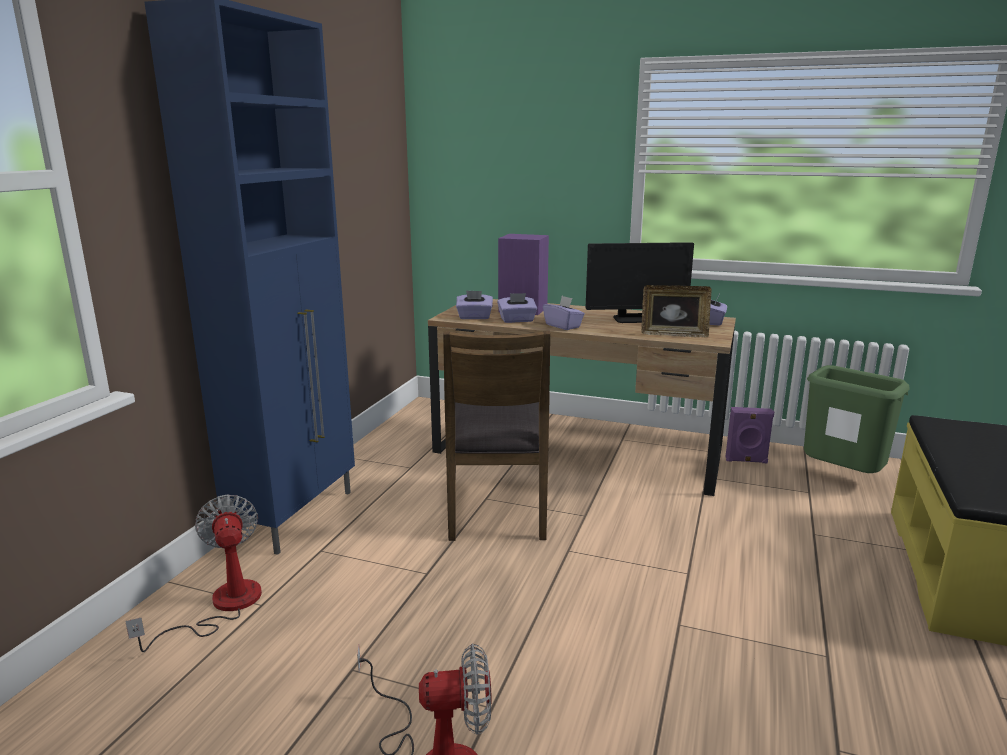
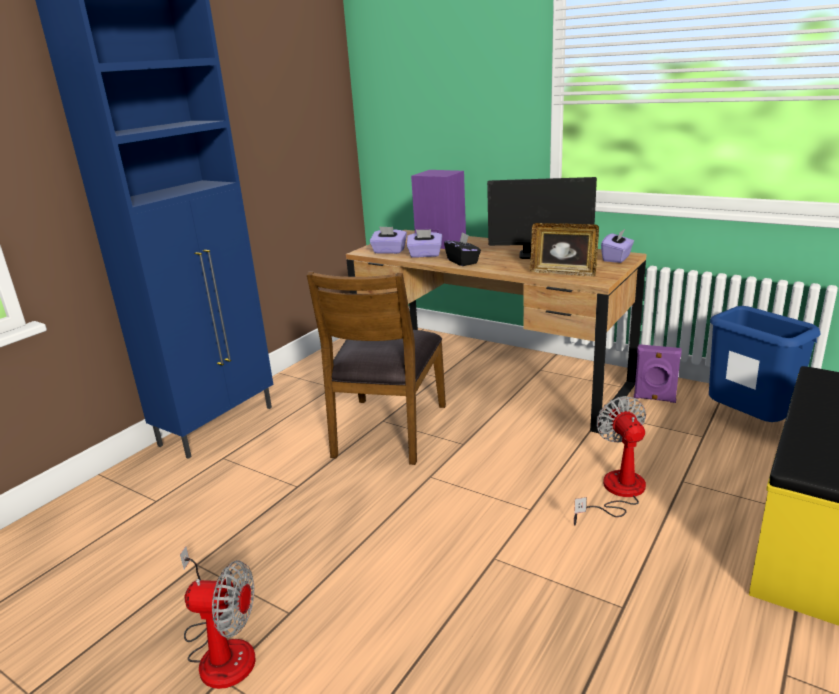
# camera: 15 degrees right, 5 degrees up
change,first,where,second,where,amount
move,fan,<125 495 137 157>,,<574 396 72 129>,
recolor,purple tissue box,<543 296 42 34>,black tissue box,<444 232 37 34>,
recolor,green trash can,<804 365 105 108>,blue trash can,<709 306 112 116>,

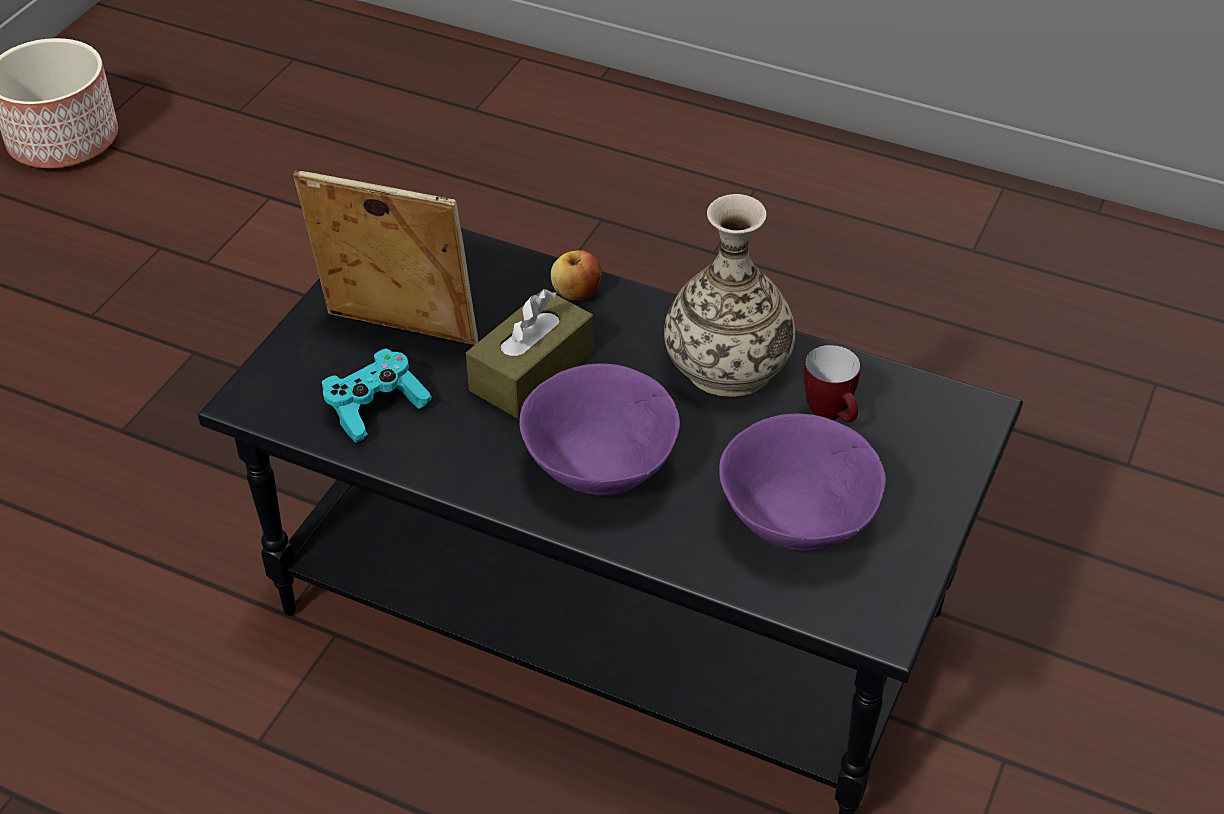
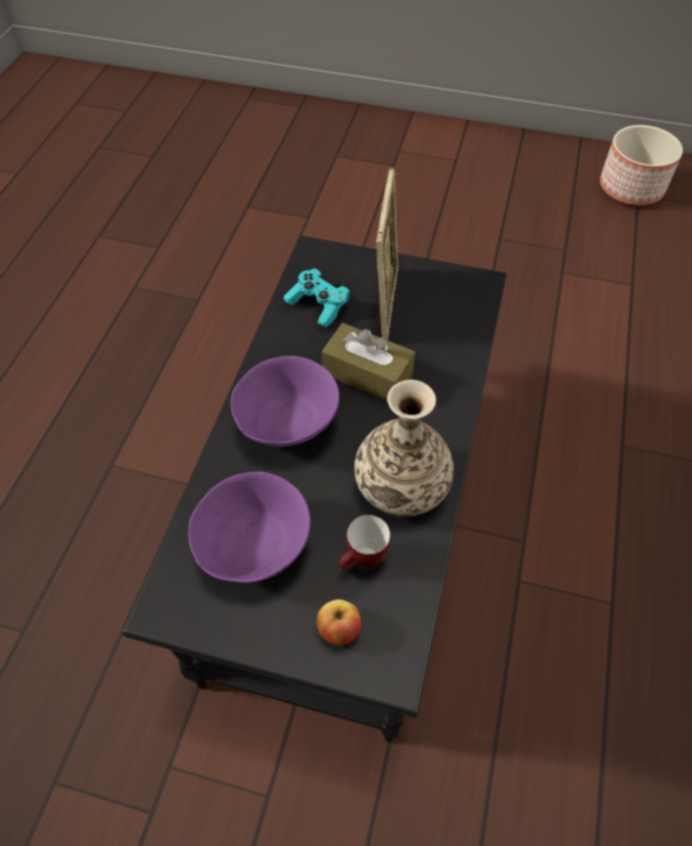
# camera: 80 degrees right, 10 degrees up
change,first,where,second,where,amount
move,apple,<551 250 50 51>,,<317 599 44 47>,

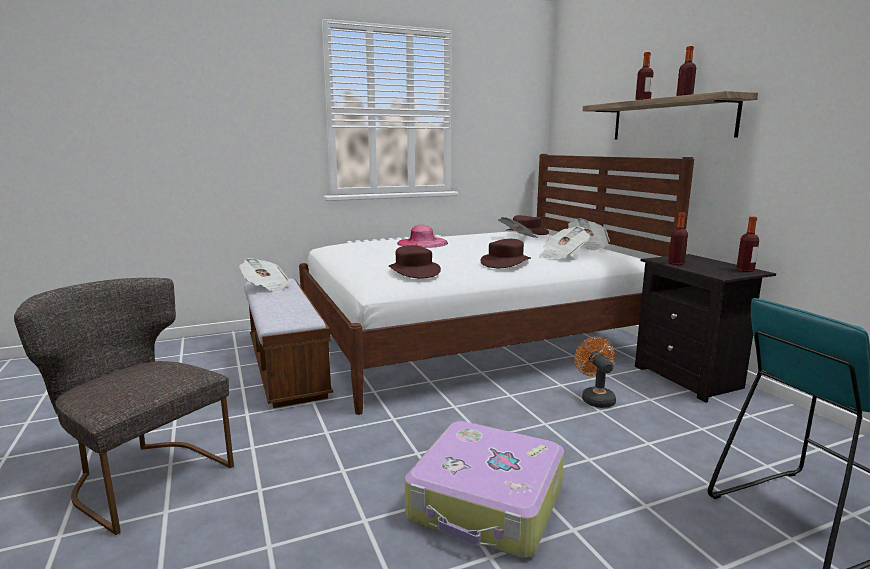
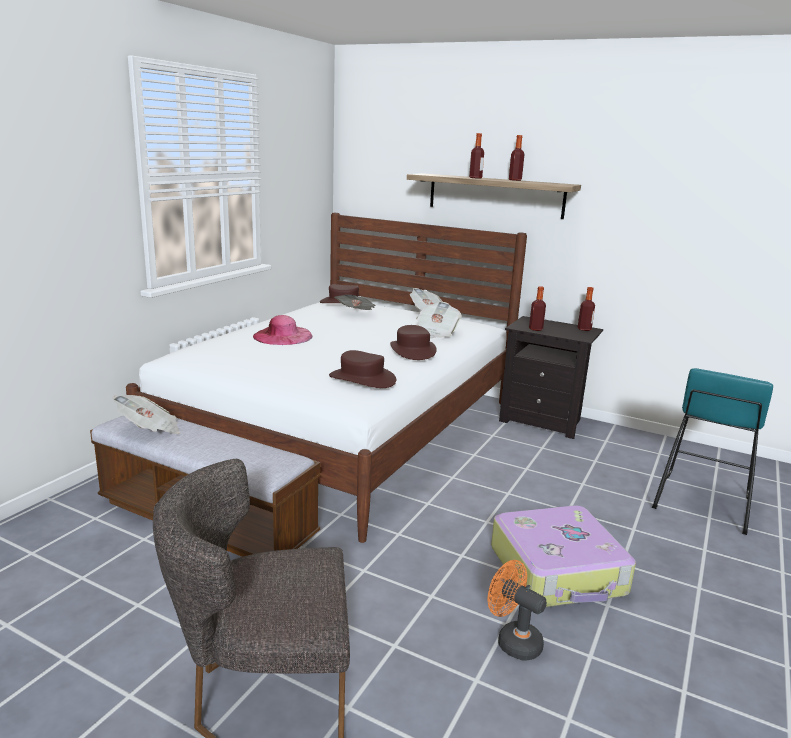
# camera: 40 degrees left, 5 degrees up
change,first,where,second,where,amount
move,orange fan,<574 337 42 71>,,<488 560 59 101>,

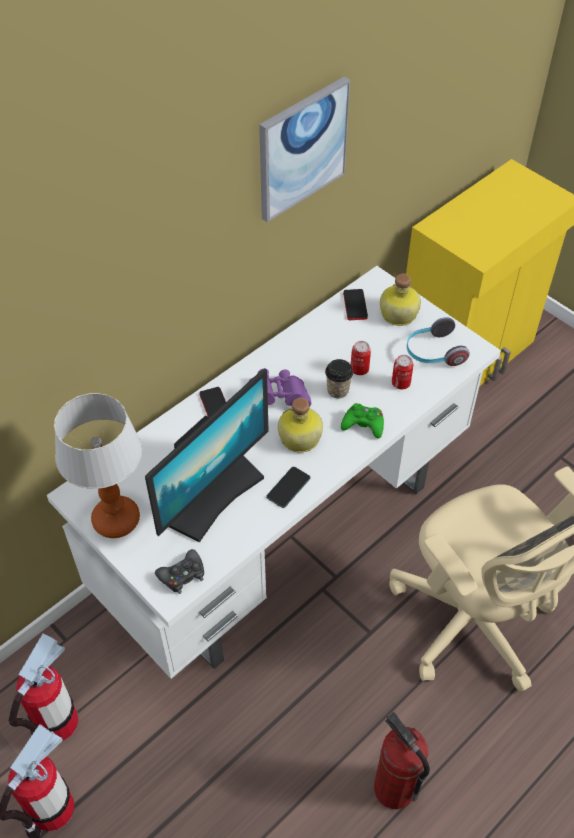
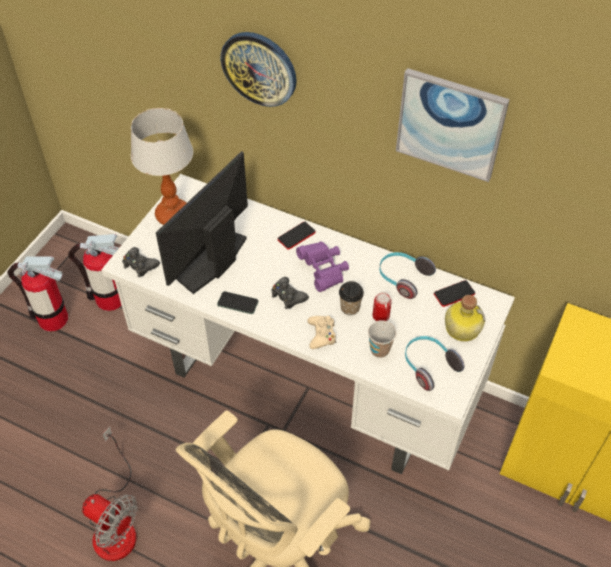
# camera: 70 degrees right, 0 degrees up
change,first,where,second,where,amount
rotate,monitor,<145 369 124 173>,,<156 151 92 143>,105 degrees clockwise
replace,bottle,<278 398 45 54>,black game controller,<271 277 38 32>,
recolor,green game controller,<341 403 43 35>,beige game controller,<307 316 29 33>,
replace,fire extinguisher,<374 712 56 97>,fan,<82 426 56 135>,
replace,can,<392 355 21 34>,cup,<368 320 29 38>,
insert,,,wall clock,<221 32 76 75>,
insert,,,headphones,<380 252 56 47>,

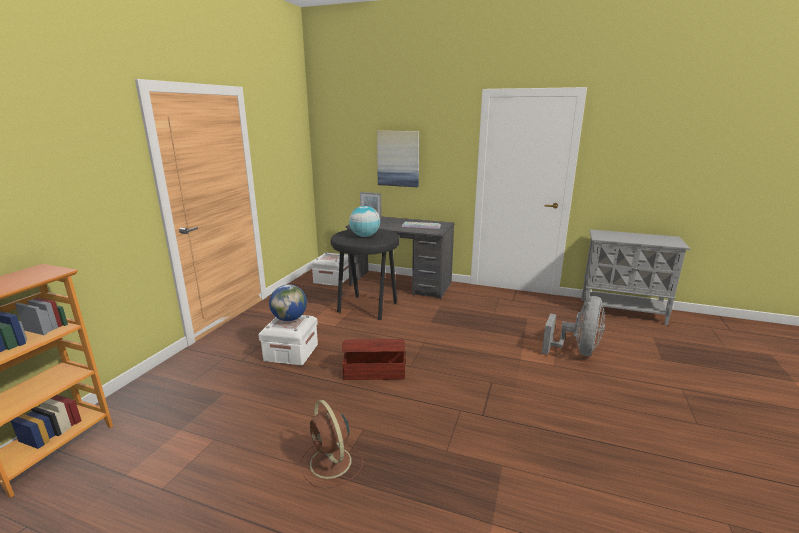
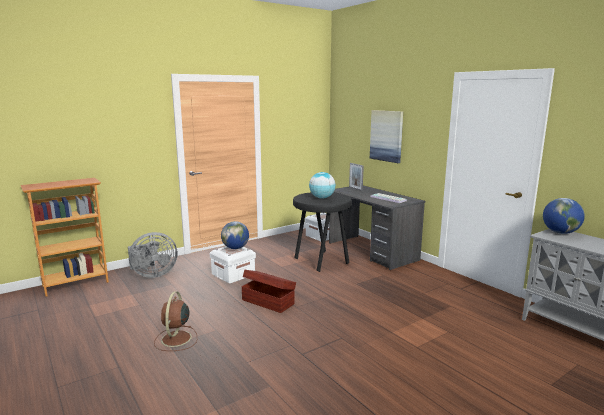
# camera: 35 degrees right, 5 degrees down
change,first,where,second,where,amount
move,grey fan,<542 296 63 60>,,<128 232 50 46>,
insert,,,globe,<543 198 42 36>,

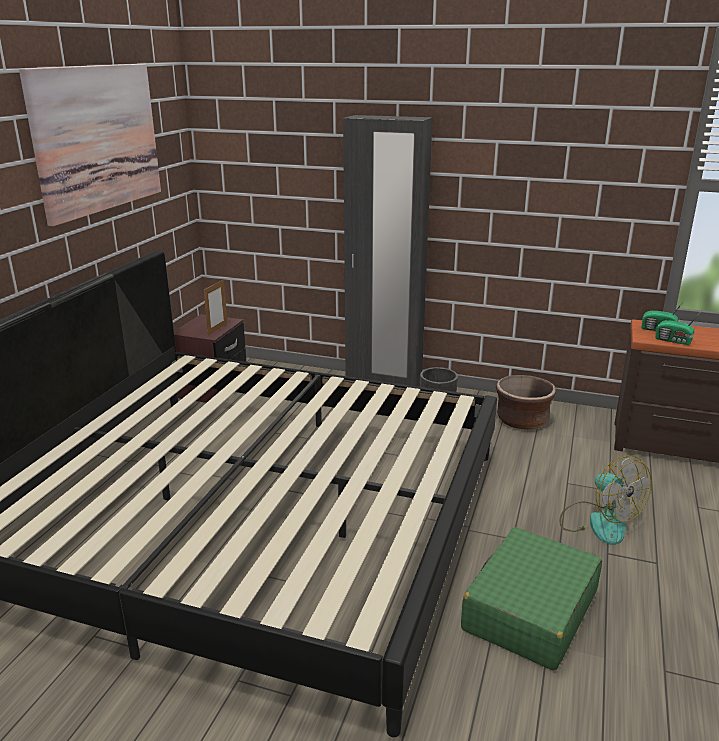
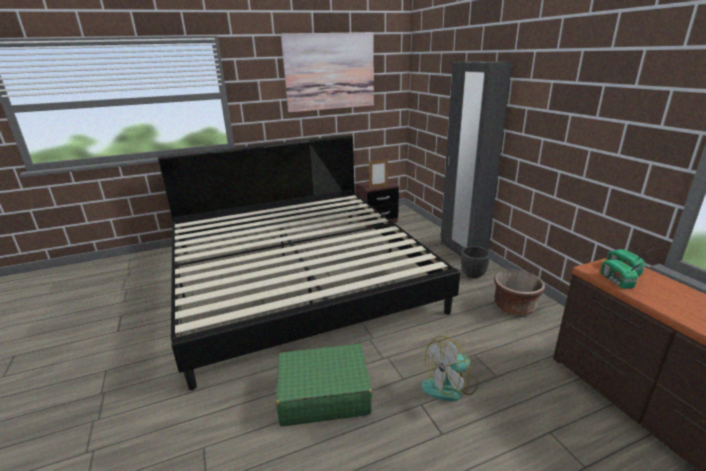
# camera: 50 degrees right, 0 degrees up
change,first,where,second,where,amount
rotate,fan,<559 455 93 90>,,<421 336 57 66>,45 degrees clockwise

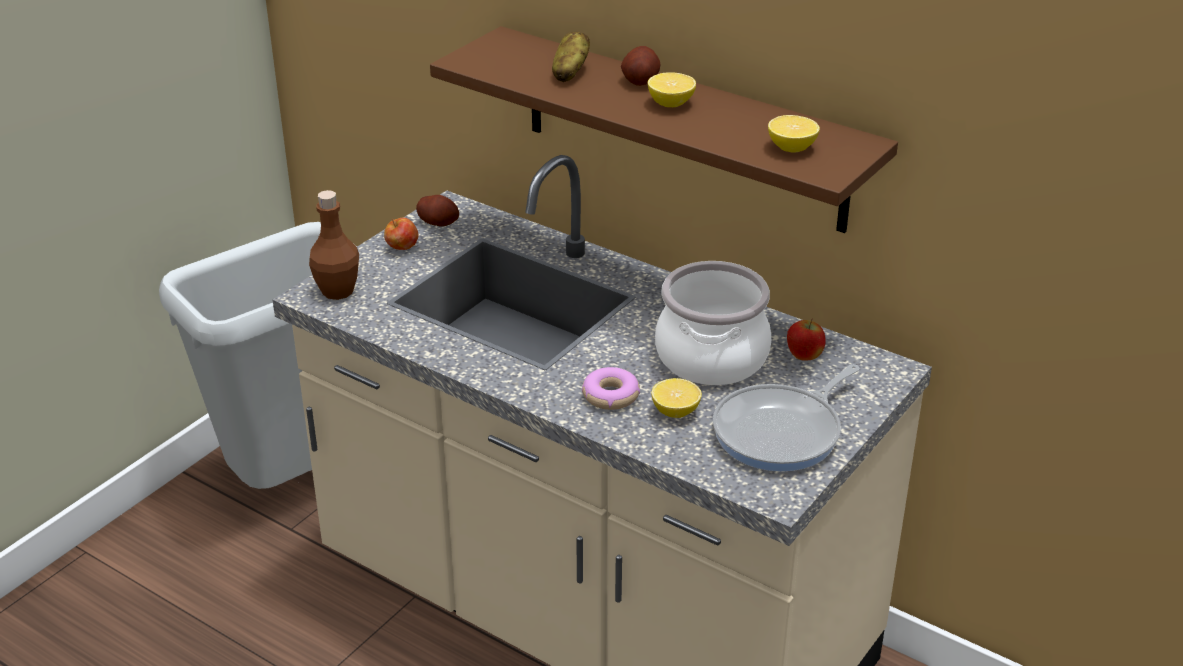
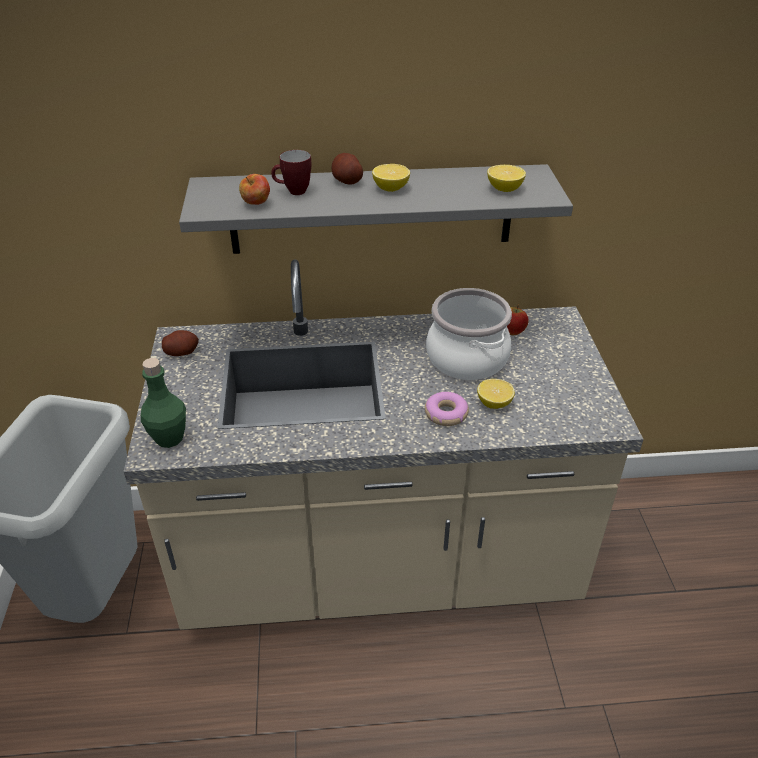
# camera: 40 degrees left, 5 degrees up
change,first,where,second,where,amount
recolor,brown bottle,<309 190 50 110>,green bottle,<141 358 45 90>,
move,apple,<384 218 35 32>,,<239 174 31 31>,
recolor,brown shelf,<430 26 468 207>,grey shelf,<179 164 394 90>,
replace,potato,<552 32 38 50>,mug,<271 150 40 45>,
delete,frying pan,<713 364 146 107>,,,

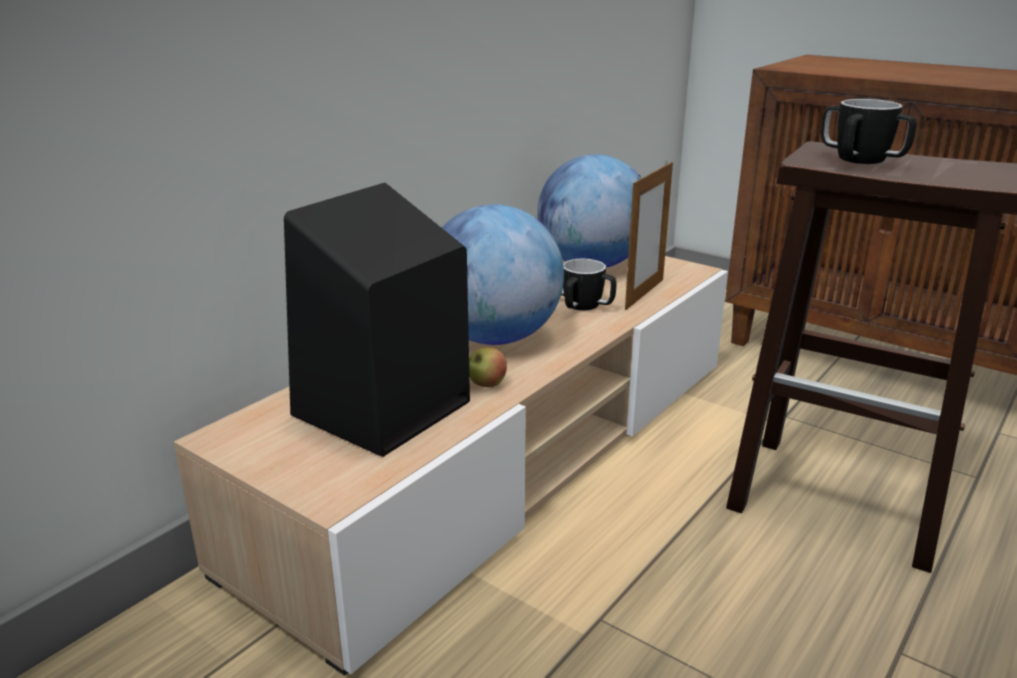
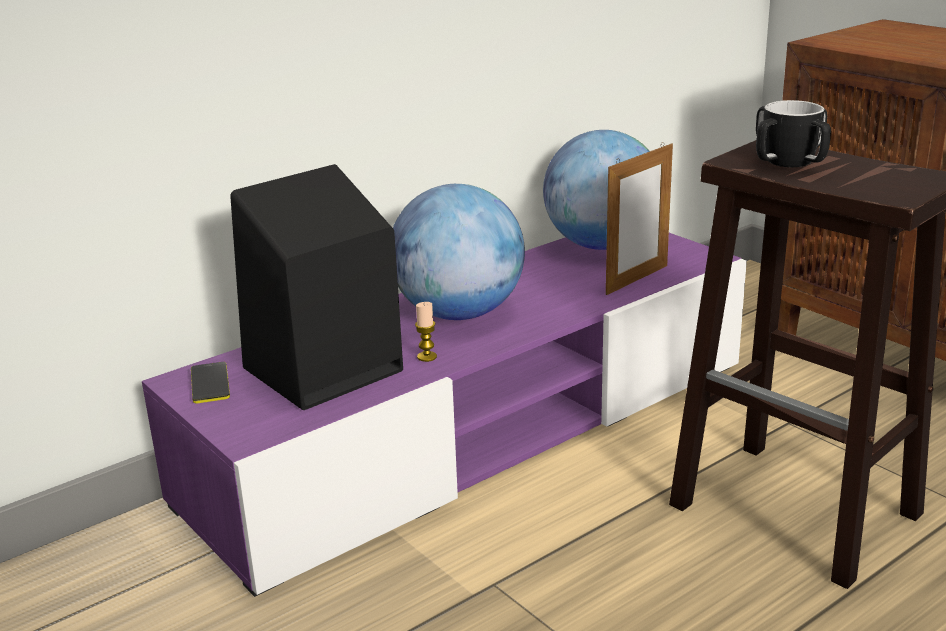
# camera: 15 degrees right, 0 degrees up
change,first,where,second,where,amount
recolor,beige tv stand,<174 256 554 420>,purple tv stand,<142 233 605 364>,
replace,apple,<469 347 38 40>,candle,<415 302 22 60>,
delete,mug,<561 259 56 52>,,,
insert,,,phone,<191 362 39 42>,

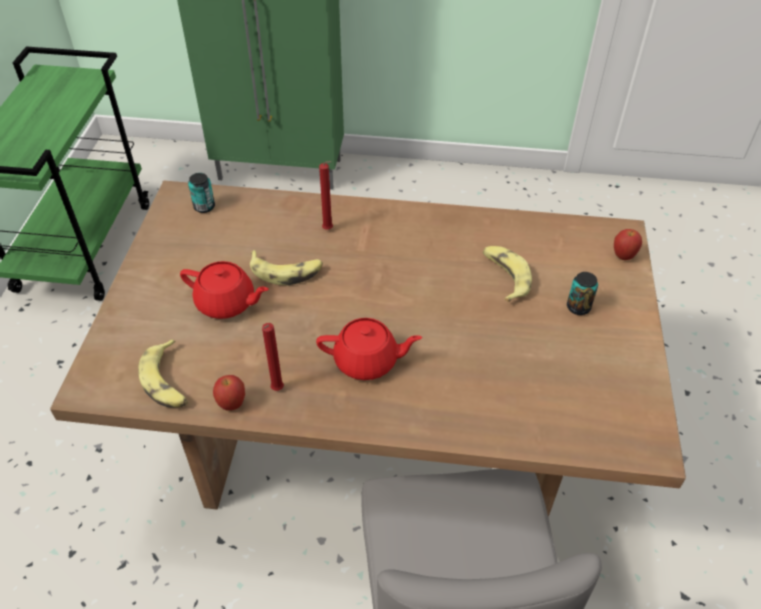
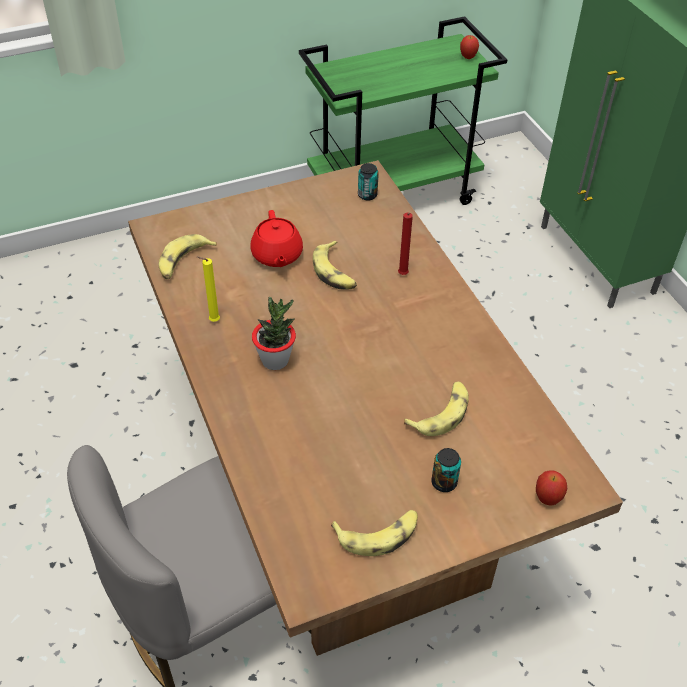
# camera: 60 degrees right, 0 degrees up
change,first,where,second,where,amount
move,apple,<213 375 32 36>,,<460 35 19 24>,
recolor,red candle,<262 323 22 68>,yellow candle,<197 256 23 66>,
replace,red teapot,<316 318 106 62>,potted plant,<252 297 44 73>,
insert,,,banana,<331 510 87 46>,

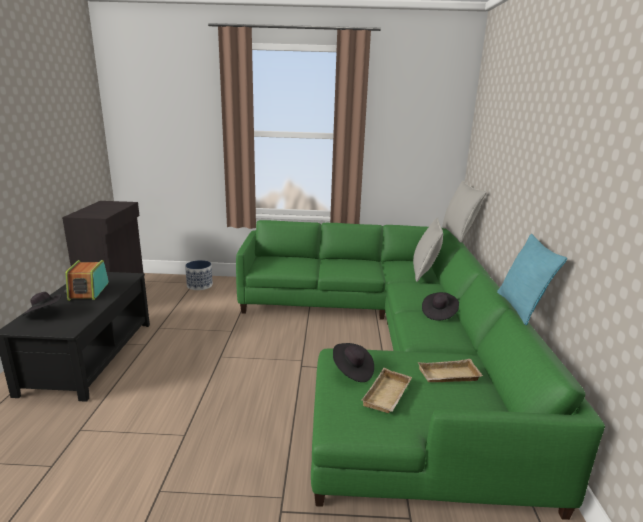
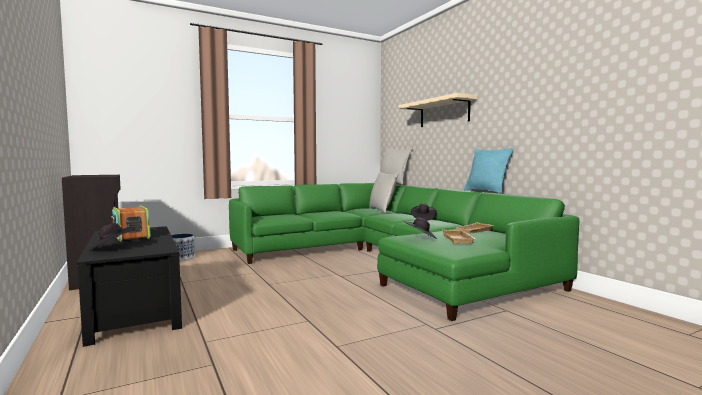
# camera: 30 degrees left, 15 degrees down
change,first,where,second,where,amount
insert,,,beige shelf,<399 93 78 34>,

